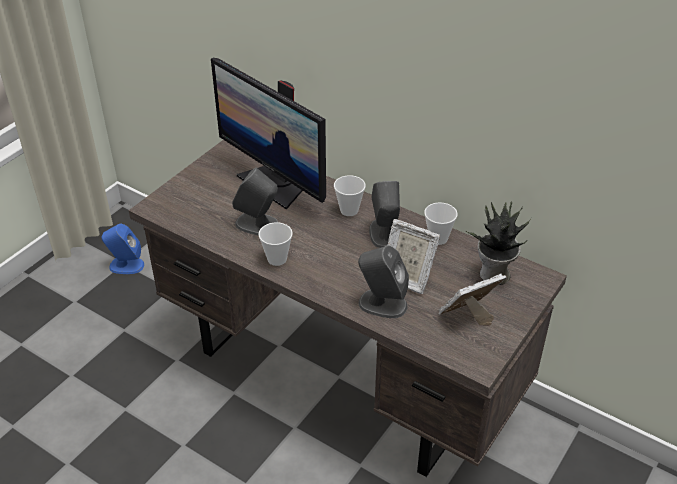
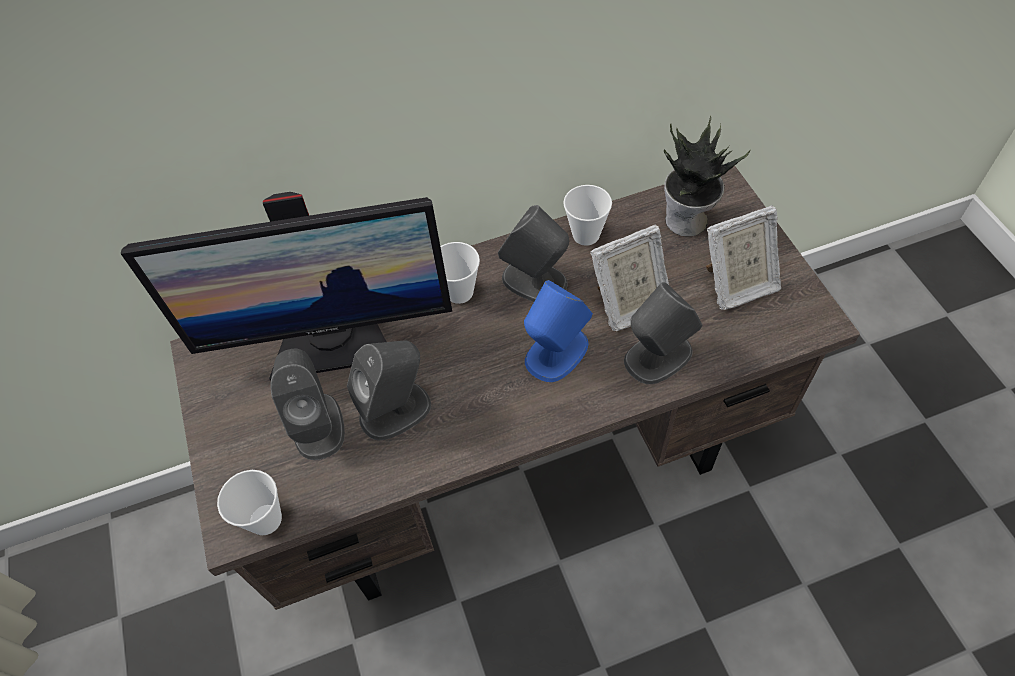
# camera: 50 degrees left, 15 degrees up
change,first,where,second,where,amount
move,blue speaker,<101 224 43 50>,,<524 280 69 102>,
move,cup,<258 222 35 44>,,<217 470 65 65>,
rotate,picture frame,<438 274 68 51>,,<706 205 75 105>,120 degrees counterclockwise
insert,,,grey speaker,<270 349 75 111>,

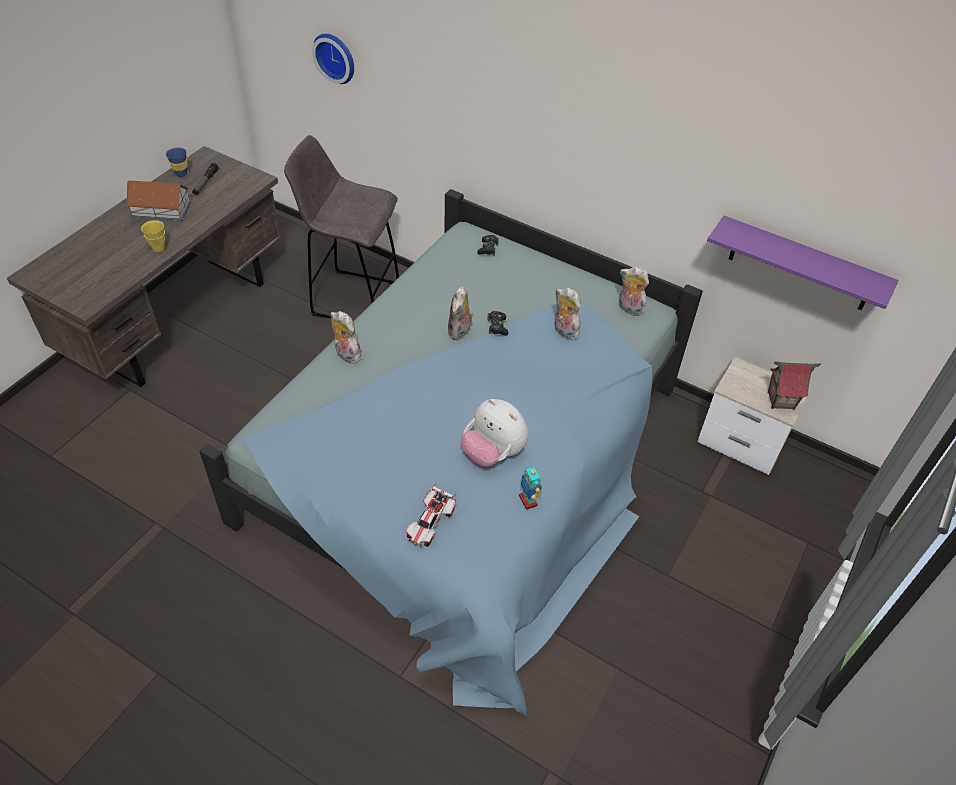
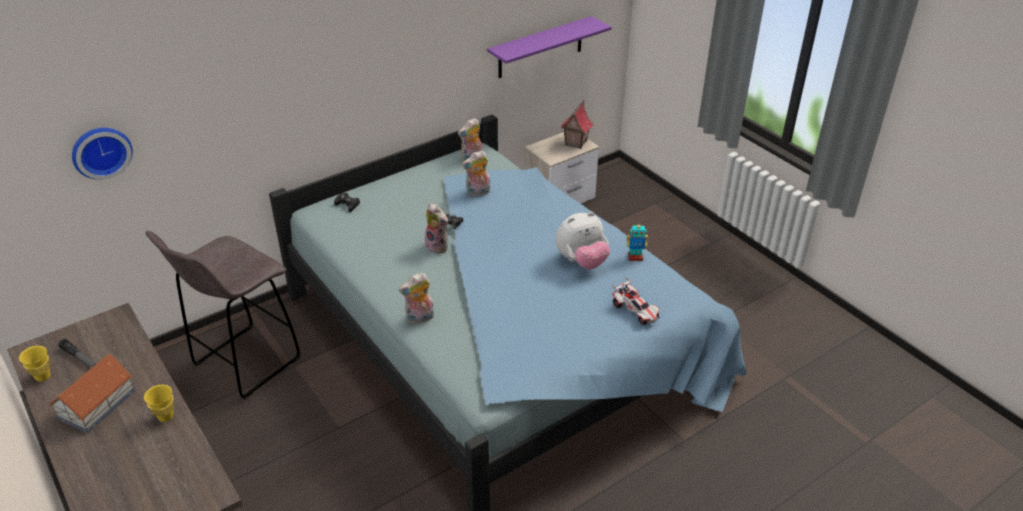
# camera: 65 degrees left, 10 degrees down
change,first,where,second,where,amount
recolor,blue cup,<166 147 21 30>,yellow cup,<19 346 31 36>,

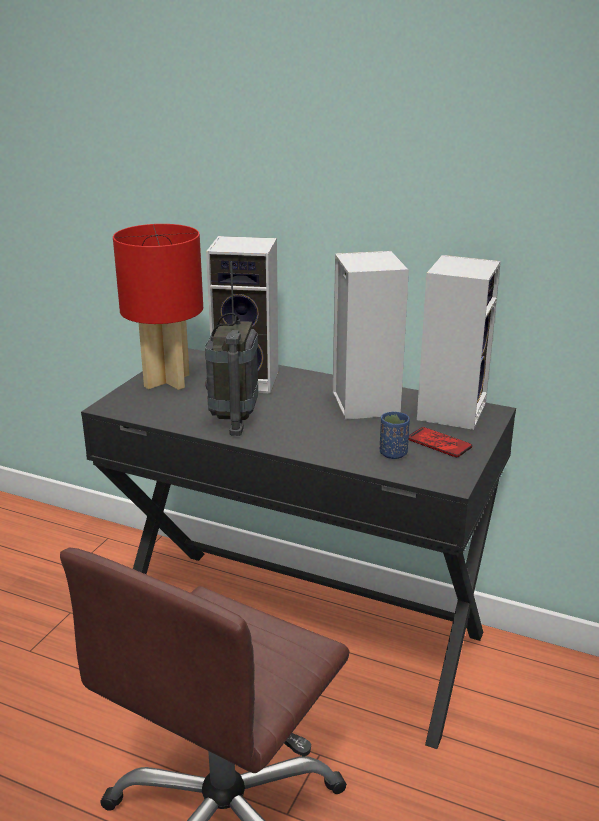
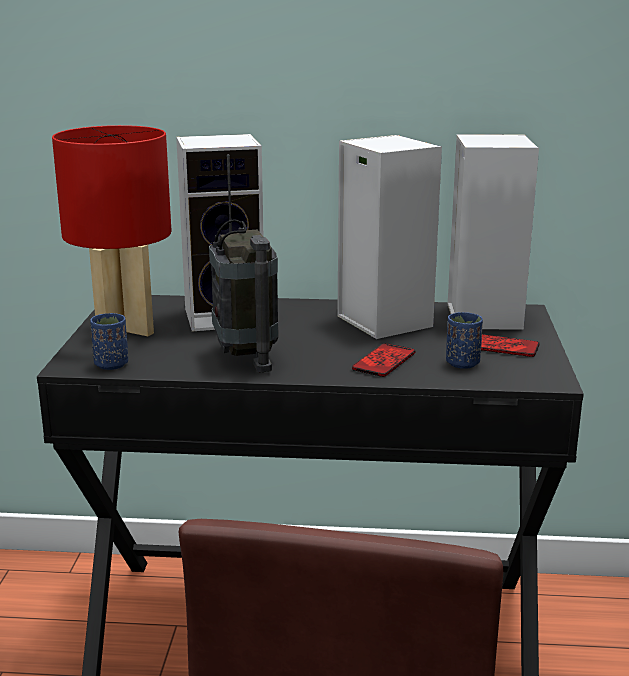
# camera: 20 degrees left, 5 degrees down
change,first,where,second,where,amount
insert,,,blue cup,<90 313 38 57>,
insert,,,phone,<352 343 63 34>,

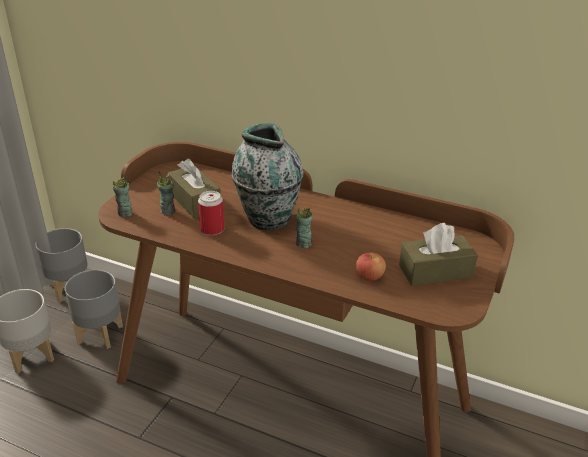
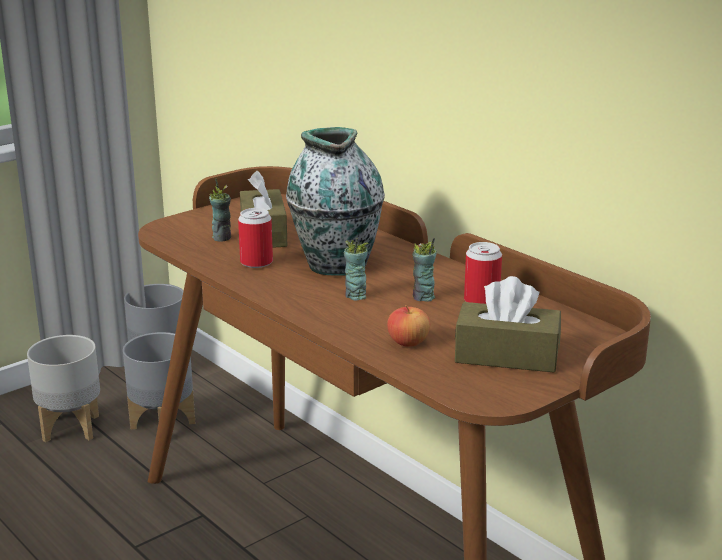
# camera: 25 degrees right, 10 degrees down
change,first,where,second,where,amount
move,cup,<113 176 20 41>,,<412 238 25 64>,
insert,,,can,<464 242 38 62>,

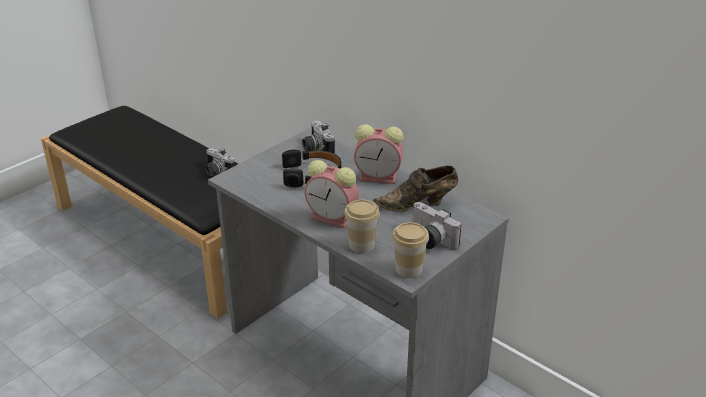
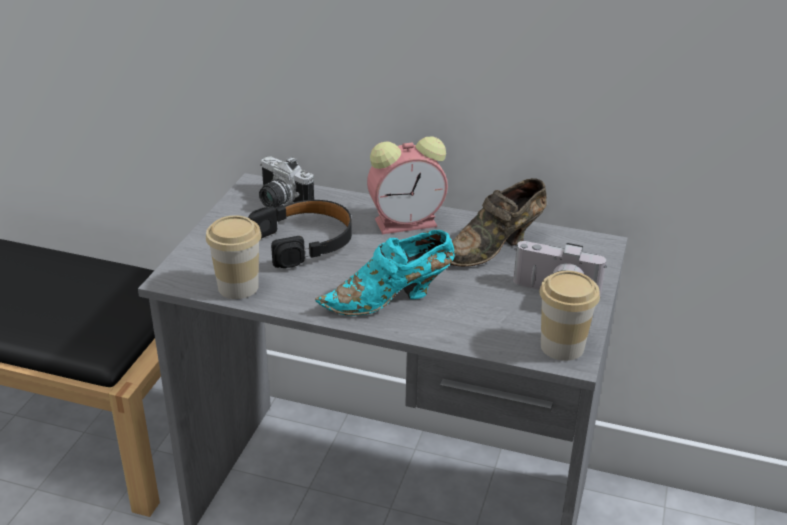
# camera: 25 degrees left, 0 degrees up
change,first,where,second,where,amount
delete,photo camera,<205 148 30 28>,,,
replace,alarm clock,<304 160 55 69>,turquoise shoe,<315 230 140 86>,
move,cup,<344 199 36 54>,,<206 215 56 84>,

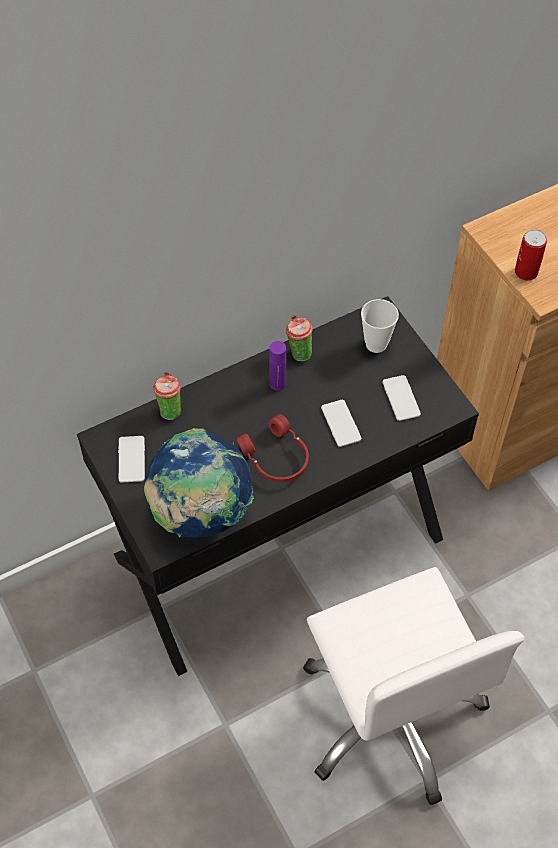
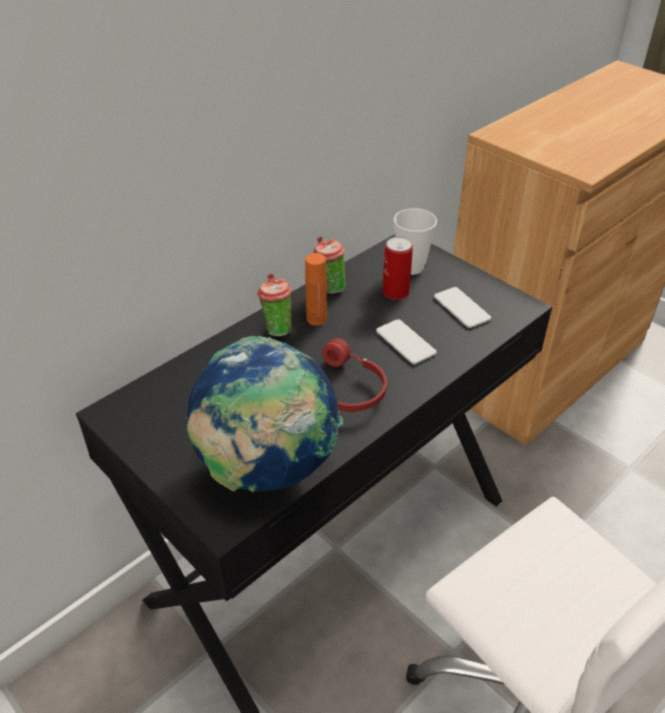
# camera: 15 degrees left, 15 degrees down
change,first,where,second,where,amount
delete,phone,<118 436 27 47>,,,
move,cup,<153 371 28 49>,,<257 274 35 62>,
recolor,purple bottle,<269 341 18 50>,orange bottle,<305 253 22 72>,
move,can,<515 229 32 52>,,<383 237 30 63>,

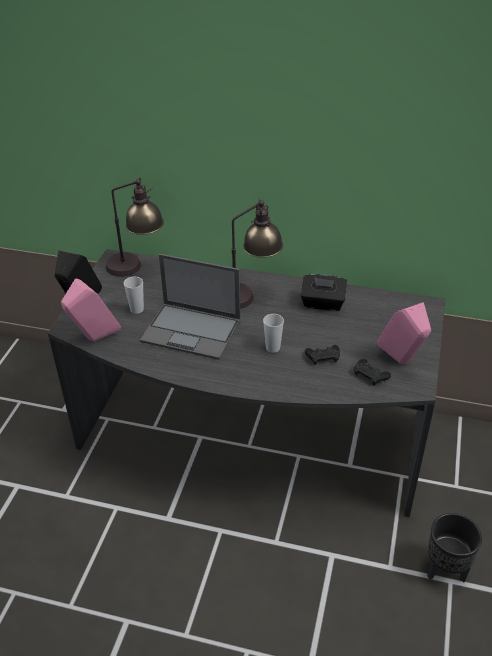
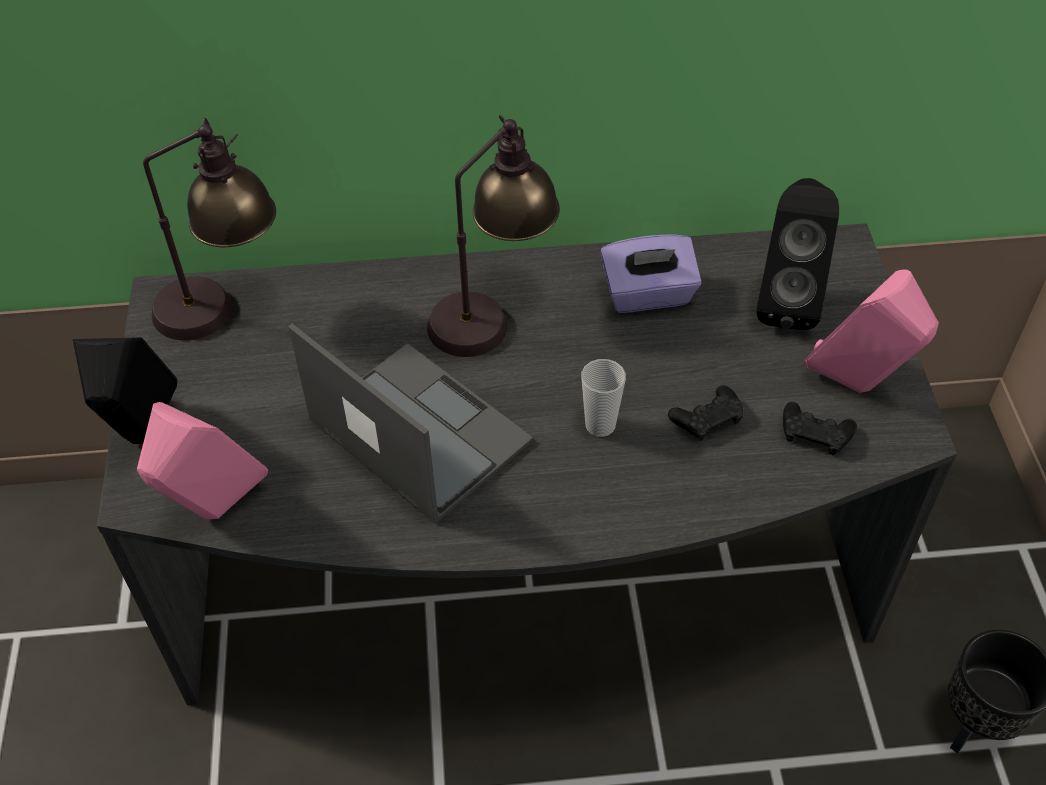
# camera: 20 degrees left, 10 degrees up
change,first,where,second,where,amount
delete,cup,<124 277 20 37>,,,
rotate,laptop,<140 254 101 106>,,<288 324 245 200>,135 degrees counterclockwise
recolor,black tissue box,<300 274 48 37>,purple tissue box,<600 234 102 79>,
insert,,,black speaker,<756 178 83 152>,

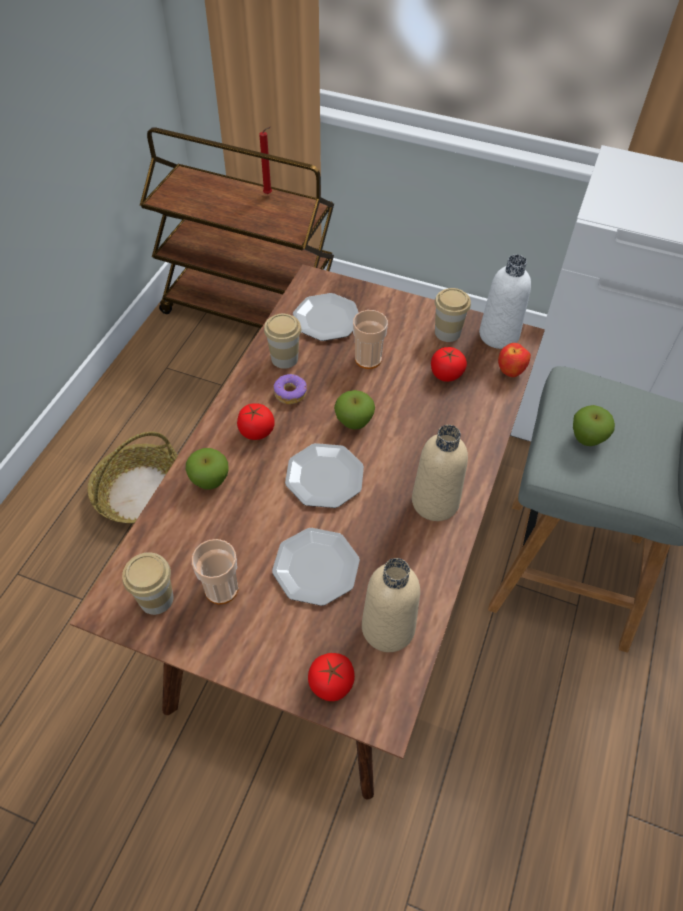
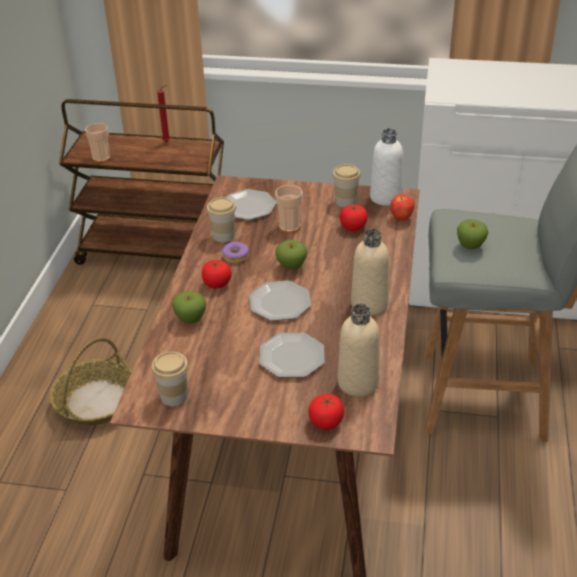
# camera: 10 degrees left, 15 degrees down
change,first,where,second,where,amount
move,cup,<192 539 46 65>,,<85 123 25 39>,

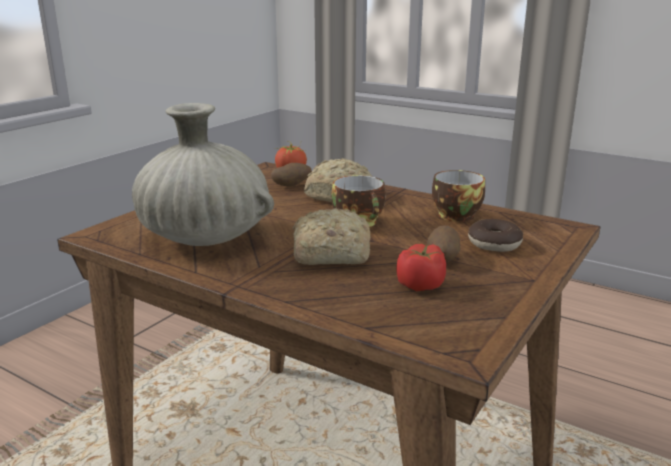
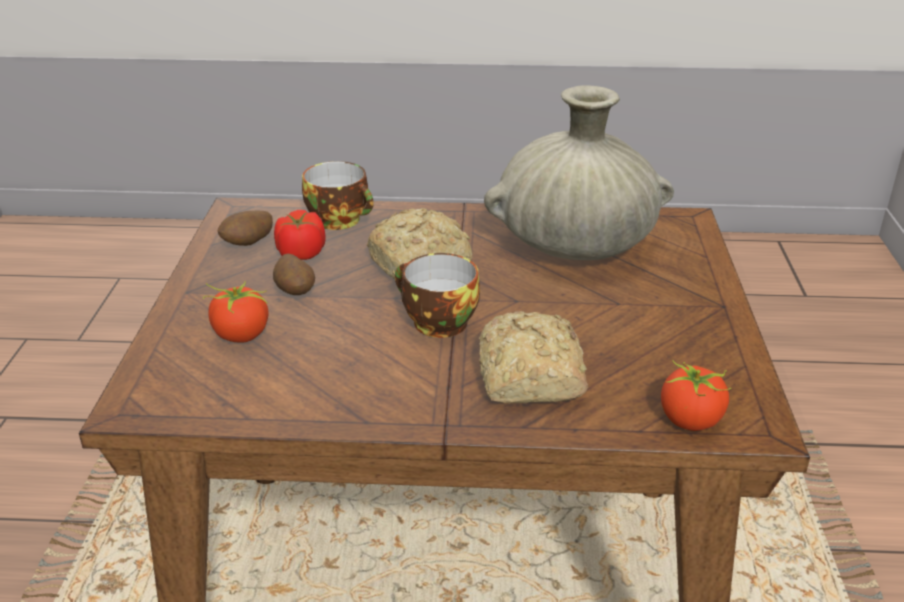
# camera: 150 degrees right, 10 degrees up
change,first,where,second,where,amount
move,potato,<271 163 40 23>,,<218 211 55 35>,
move,cup,<432 170 53 52>,,<302 161 72 69>,
replace,donut,<468 219 55 33>,tomato,<203 281 66 61>,

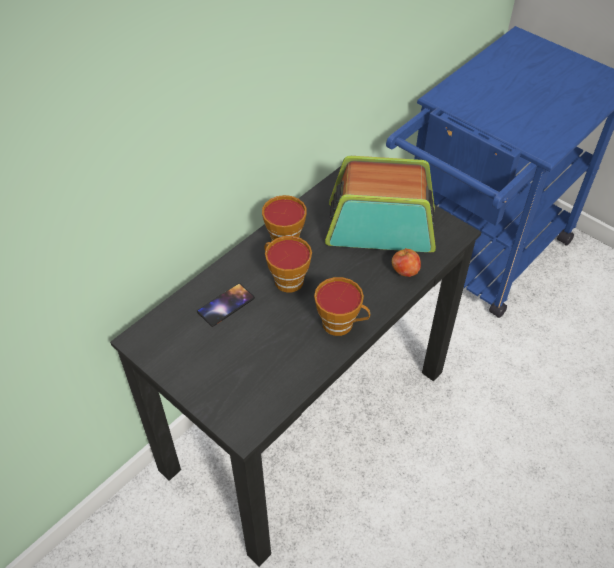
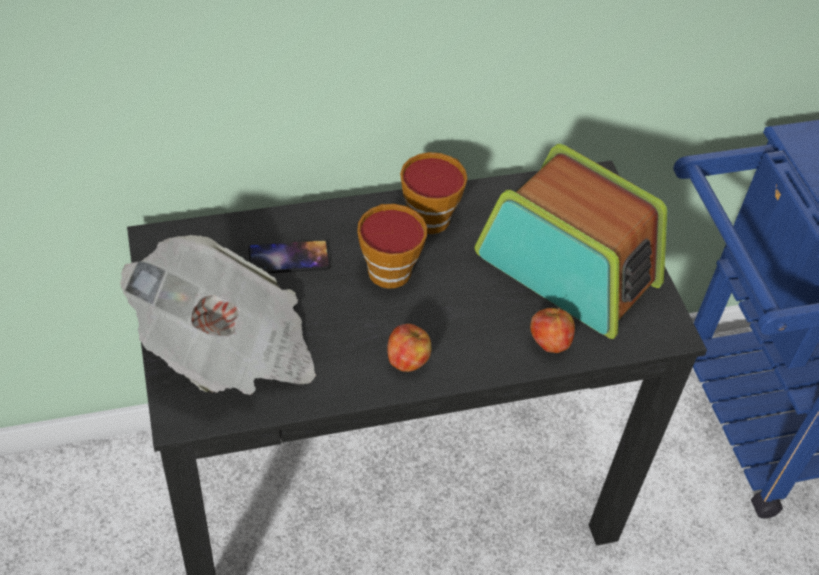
# camera: 30 degrees right, 0 degrees up
change,first,where,second,where,amount
replace,cup,<314 277 56 59>,apple,<387 324 44 48>,
insert,,,newspaper,<120 235 196 160>,

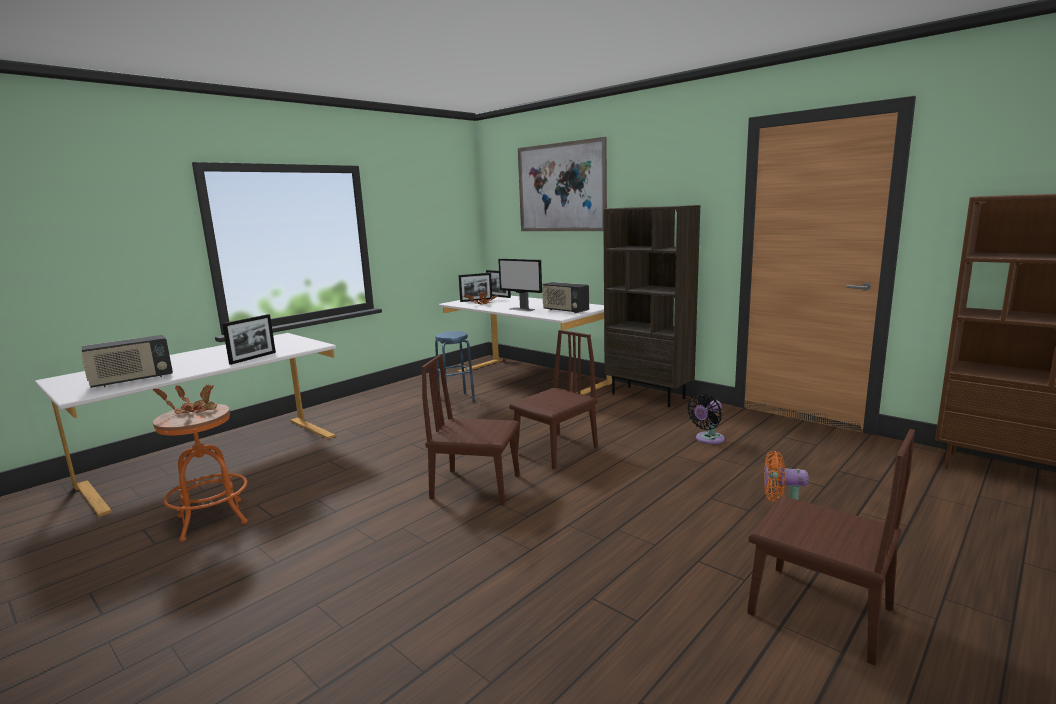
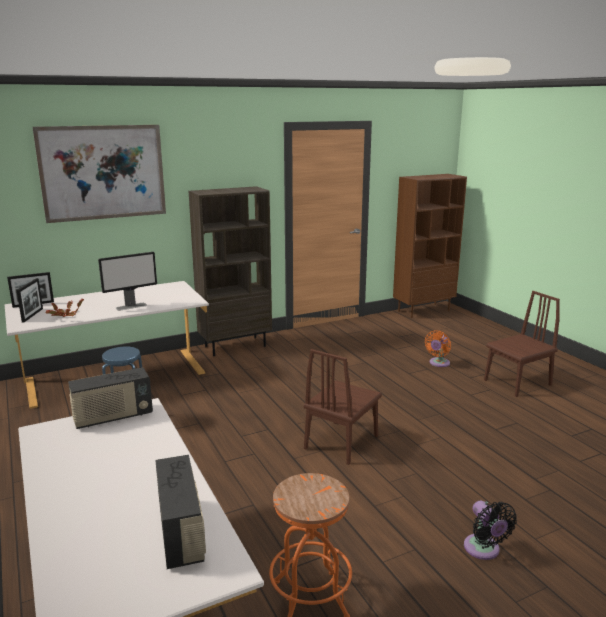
# camera: 70 degrees left, 5 degrees up
change,first,where,second,where,amount
delete,potted plant,<153 384 64 30>,,,
delete,picture frame,<222 314 54 51>,,,
delete,brown chair,<509 330 89 139>,,,
move,radio,<542 282 47 31>,,<68 367 85 62>,
move,black fan,<687 393 38 51>,,<464 501 53 59>,

